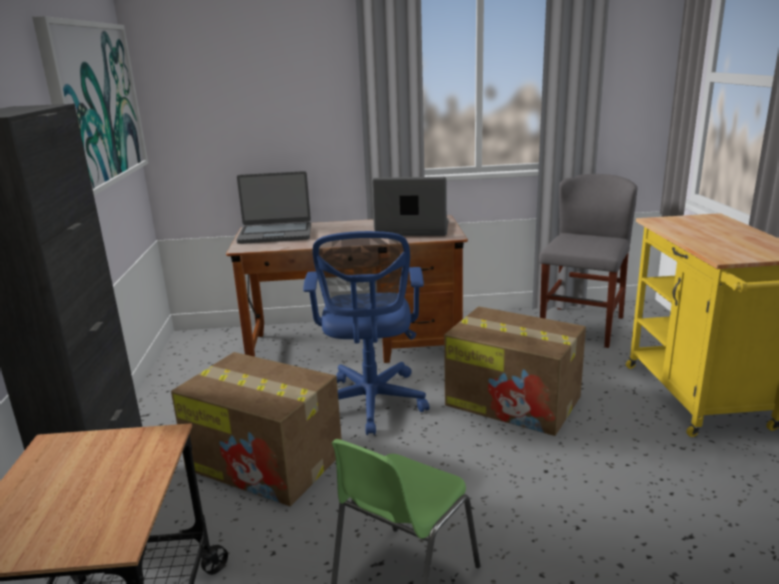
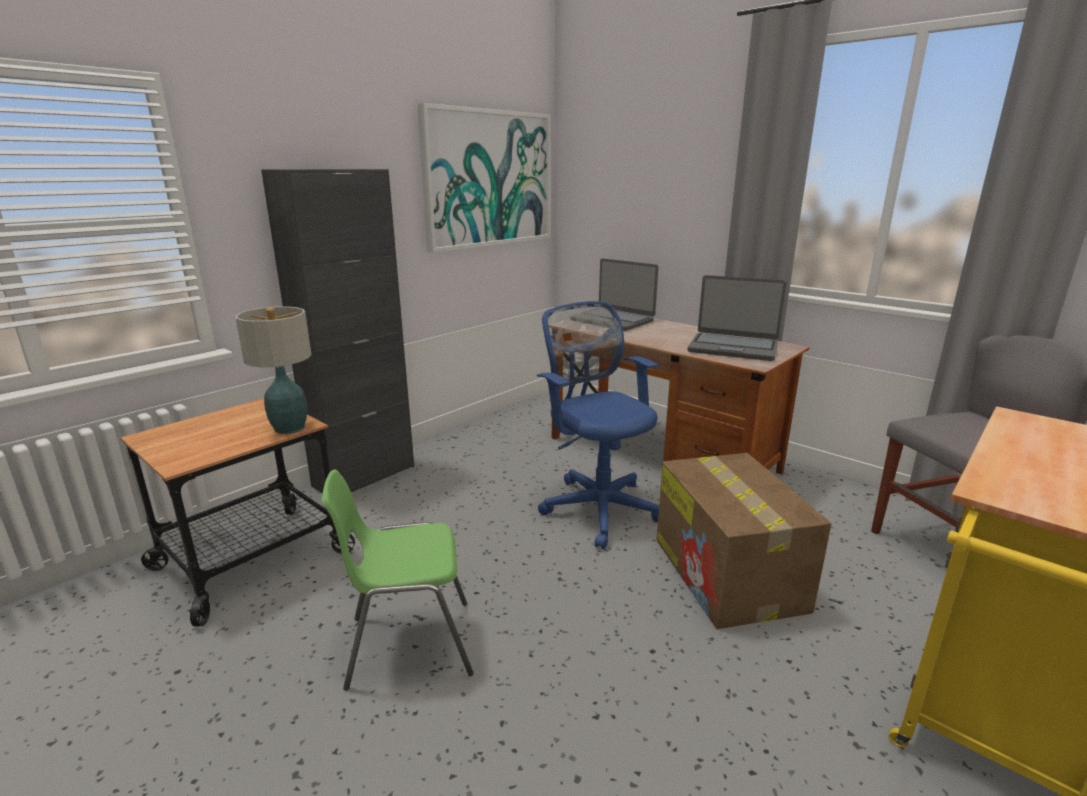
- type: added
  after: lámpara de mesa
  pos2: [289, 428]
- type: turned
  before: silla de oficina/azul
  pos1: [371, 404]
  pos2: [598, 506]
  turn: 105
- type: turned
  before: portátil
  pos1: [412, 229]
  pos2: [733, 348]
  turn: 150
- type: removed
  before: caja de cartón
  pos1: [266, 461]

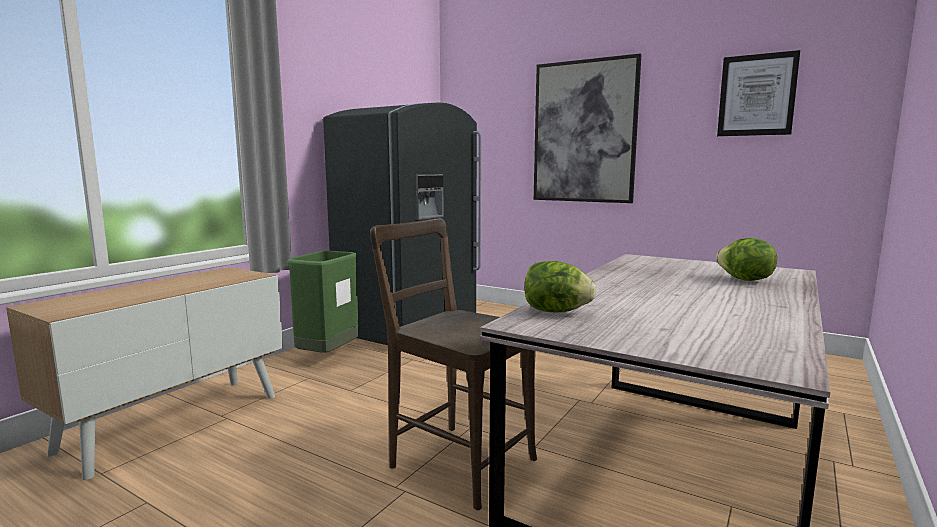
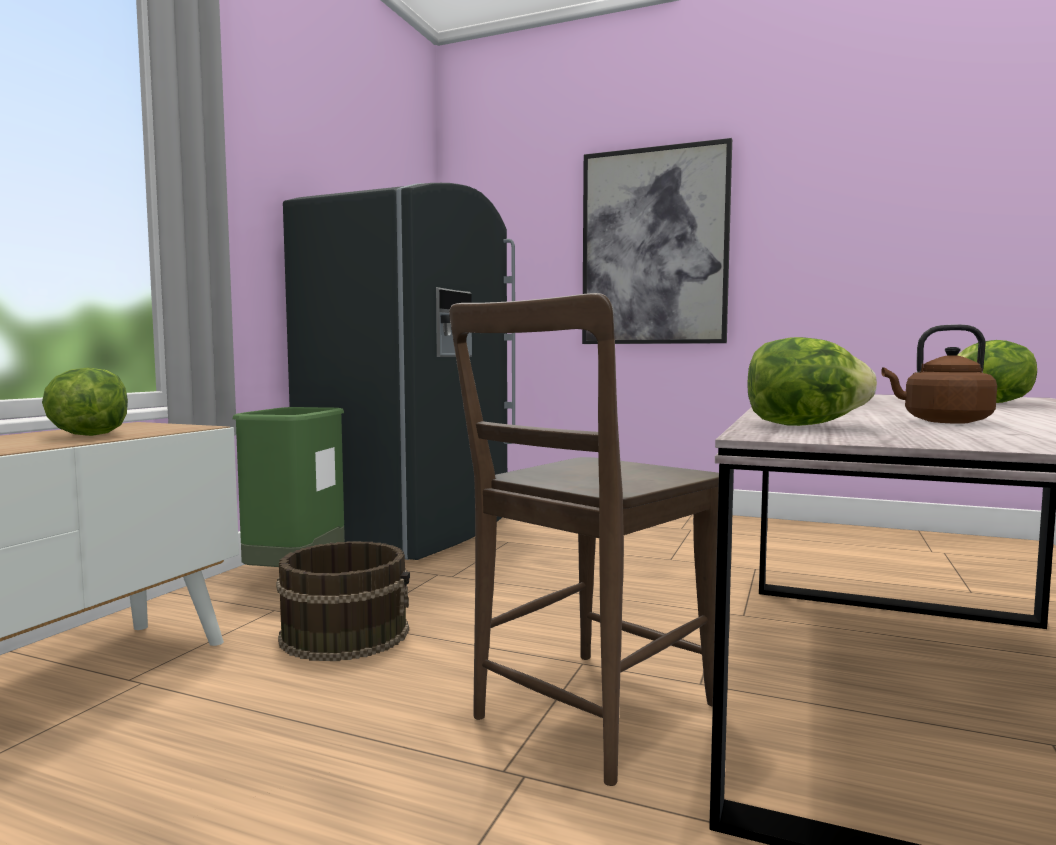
- type: added
  after: lechuga
  pos2: [89, 435]
- type: added
  after: cubo/marrón
  pos2: [345, 633]
- type: turned
  before: silla/marrón
  pos1: [456, 460]
  pos2: [587, 716]
  turn: -75
- type: added
  after: hervidor/marrón
  pos2: [942, 421]
- type: removed
  before: cuadro
  pos1: [757, 95]

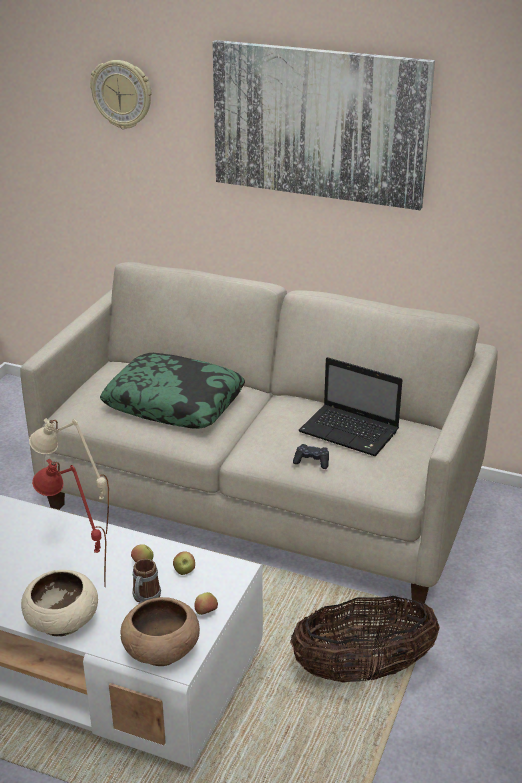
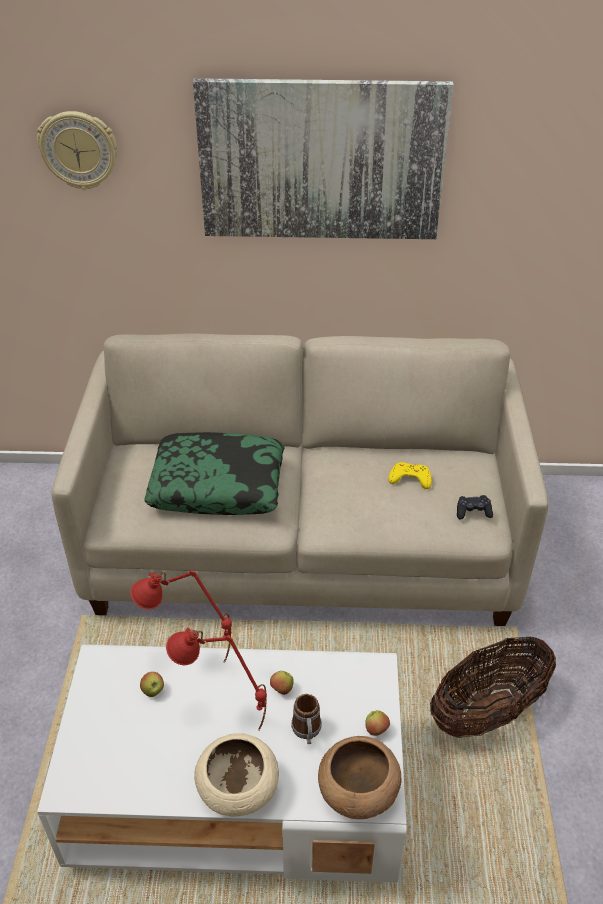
- type: recoloured
  before: lámpara de mesa/beis
  after: lámpara de mesa/rojo
  pos1: [76, 529]
  pos2: [189, 665]
- type: moved
  before: manzana
  pos1: [184, 572]
  pos2: [153, 691]
- type: replaced
  before: portátil
  after: mando de consola/amarillo
  pos1: [351, 432]
  pos2: [410, 478]
- type: moved
  before: mando de consola/negro
  pos1: [312, 461]
  pos2: [473, 511]

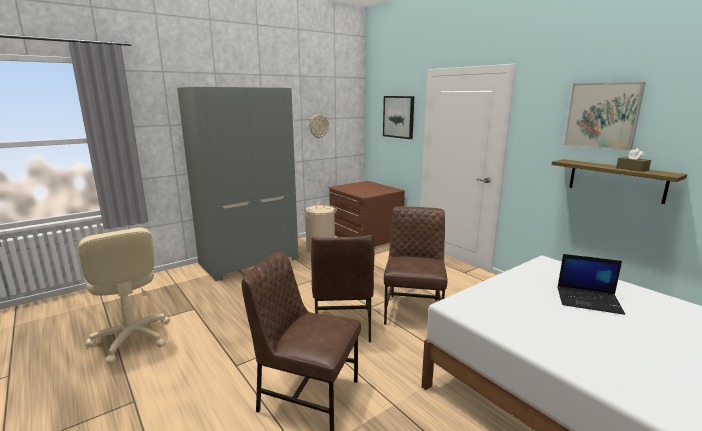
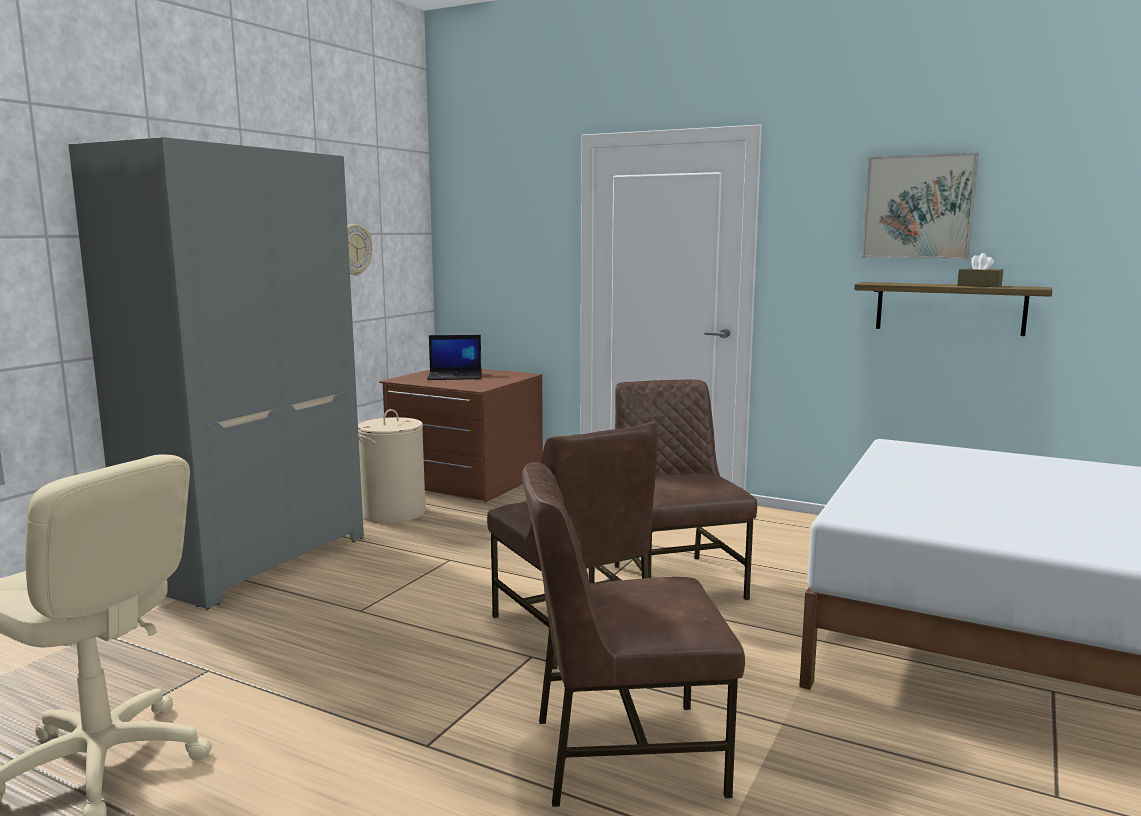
- type: moved
  before: portátil
  pos1: [589, 300]
  pos2: [455, 376]
- type: removed
  before: cuadro
  pos1: [398, 117]

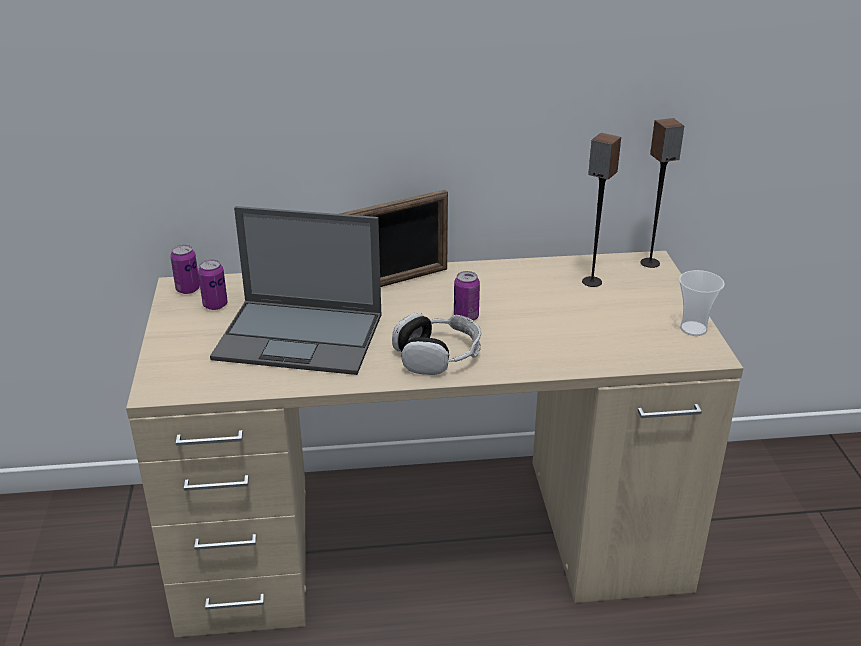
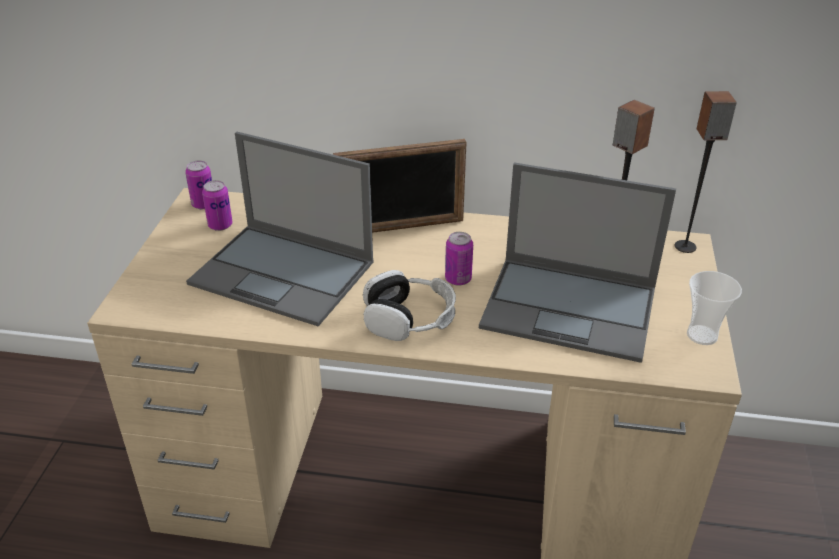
- type: added
  after: portátil
  pos2: [571, 308]

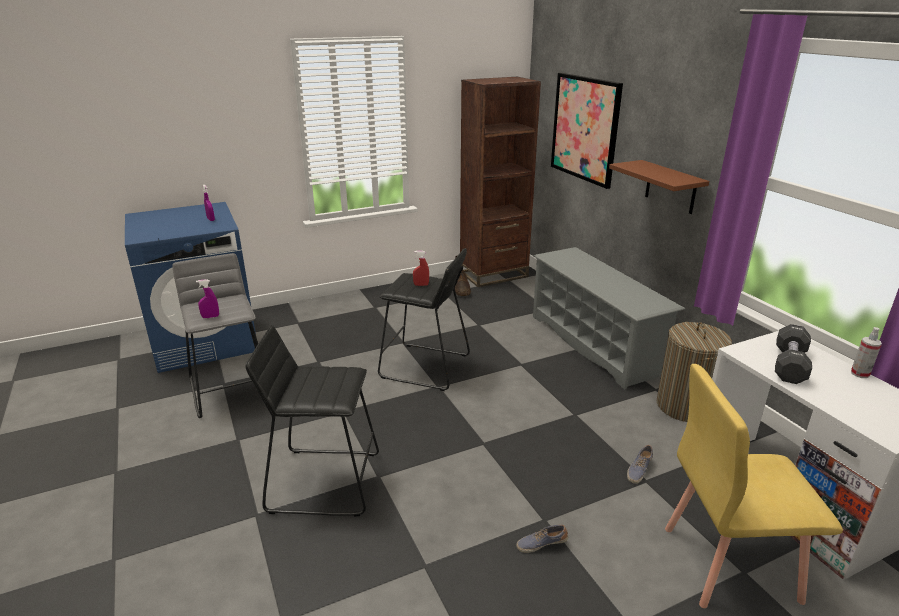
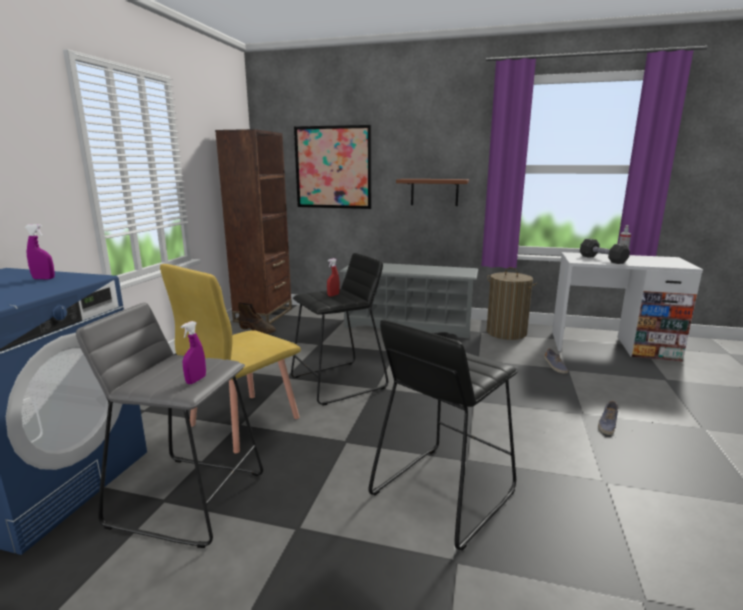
- type: moved
  before: silla/amarillo
  pos1: [728, 562]
  pos2: [243, 421]

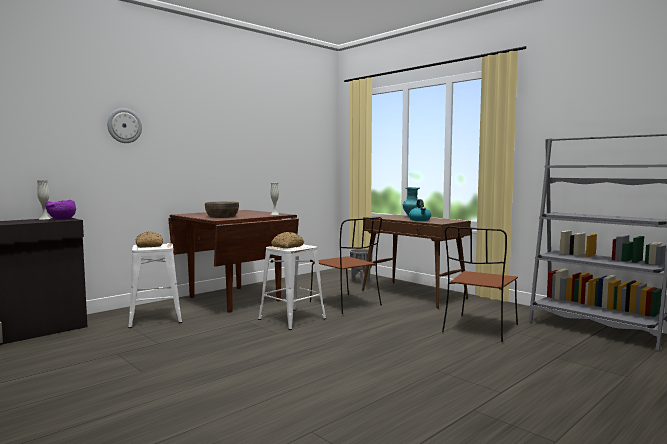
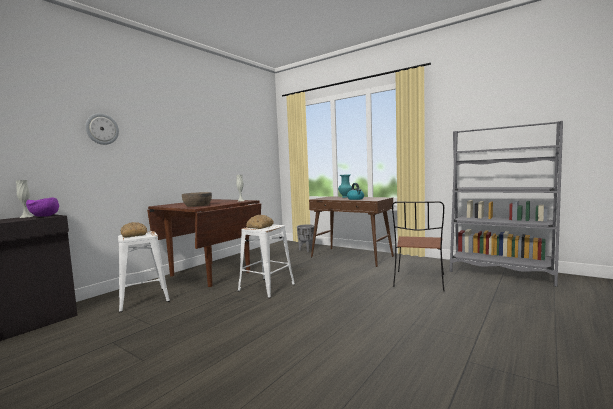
- type: removed
  before: silla/marrón
  pos1: [346, 304]

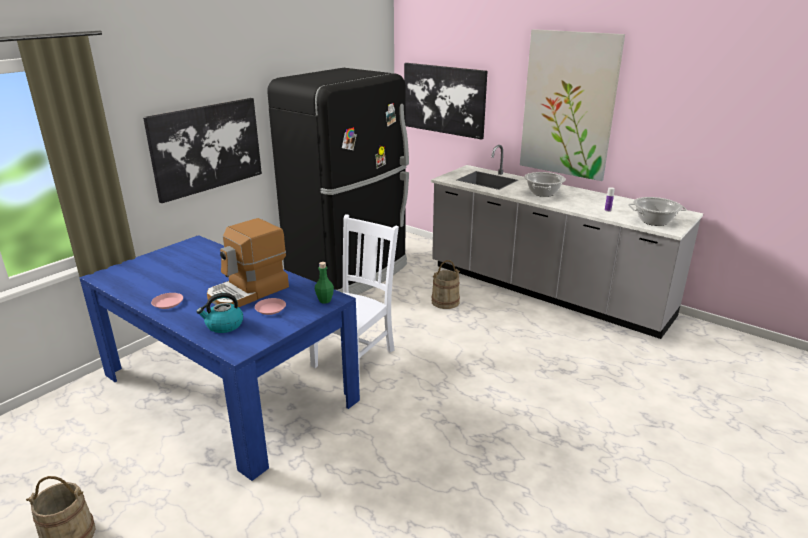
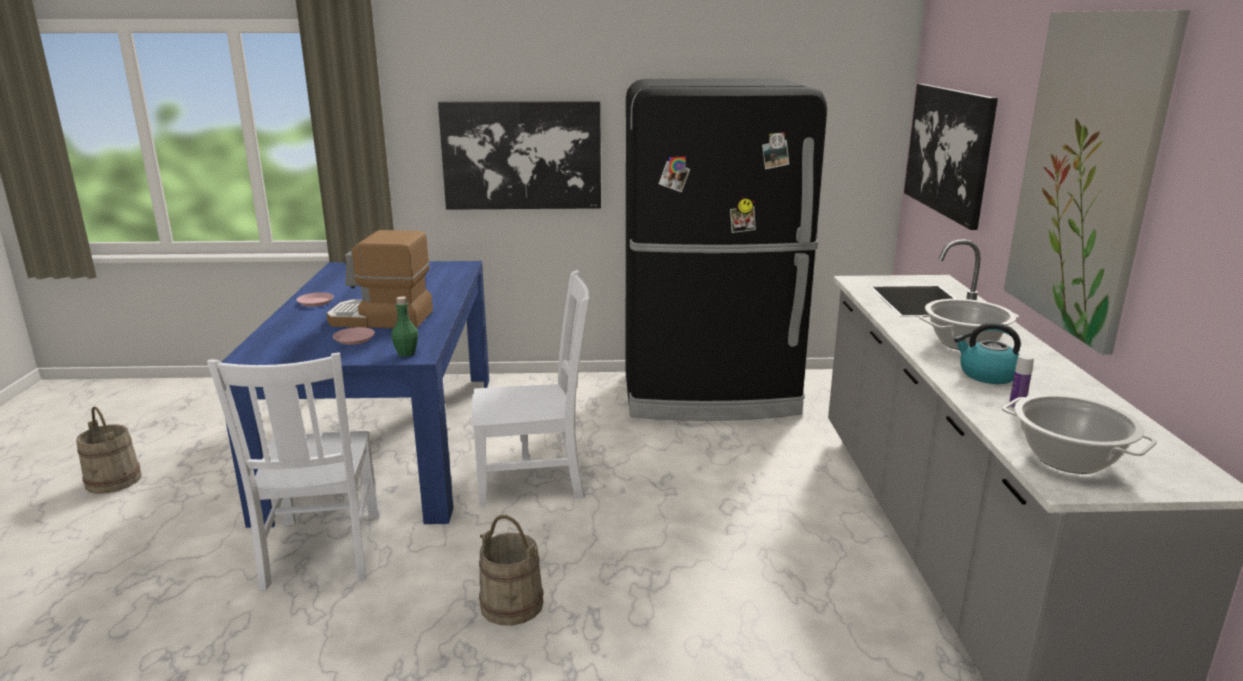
- type: added
  after: silla/blanco
  pos2: [322, 552]
- type: moved
  before: cubo/beis
  pos1: [445, 302]
  pos2: [512, 604]
- type: moved
  before: hervidor
  pos1: [224, 325]
  pos2: [987, 375]

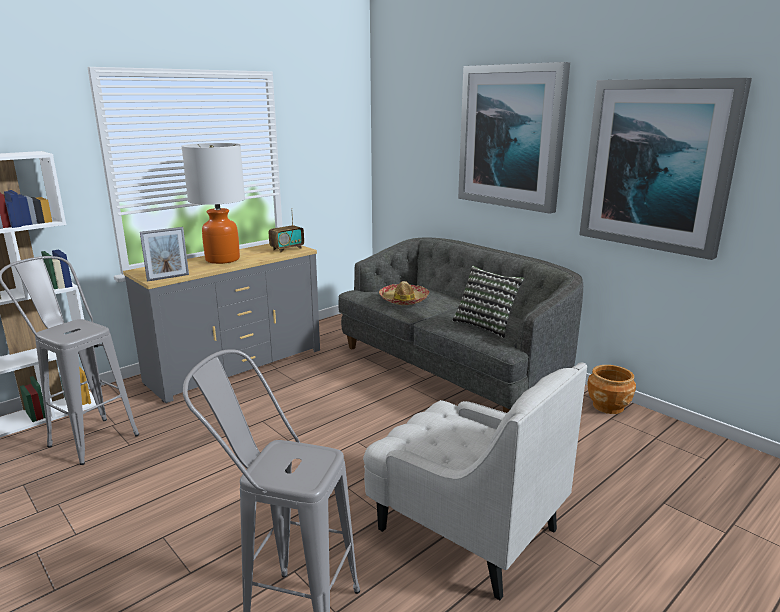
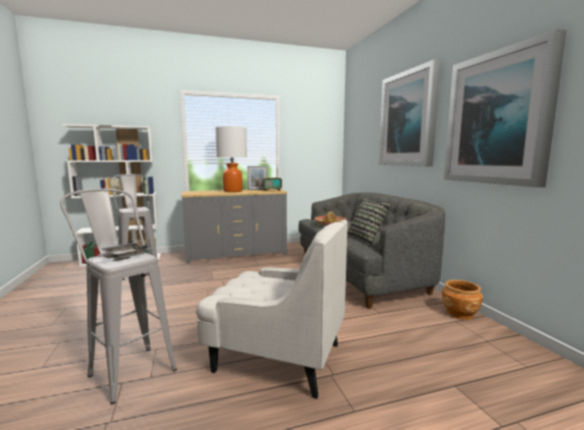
- type: added
  after: bandeja/gris
  pos2: [123, 257]
- type: turned
  before: sillón/blanco
  pos1: [465, 528]
  pos2: [276, 357]
  turn: -45
- type: moved
  before: portarretratos
  pos1: [168, 277]
  pos2: [257, 189]

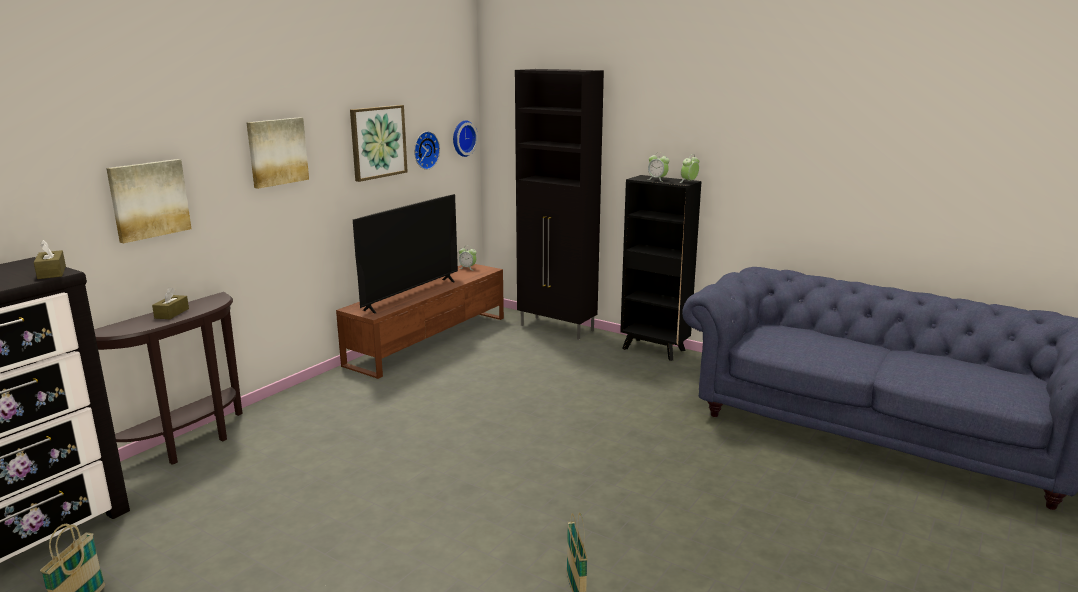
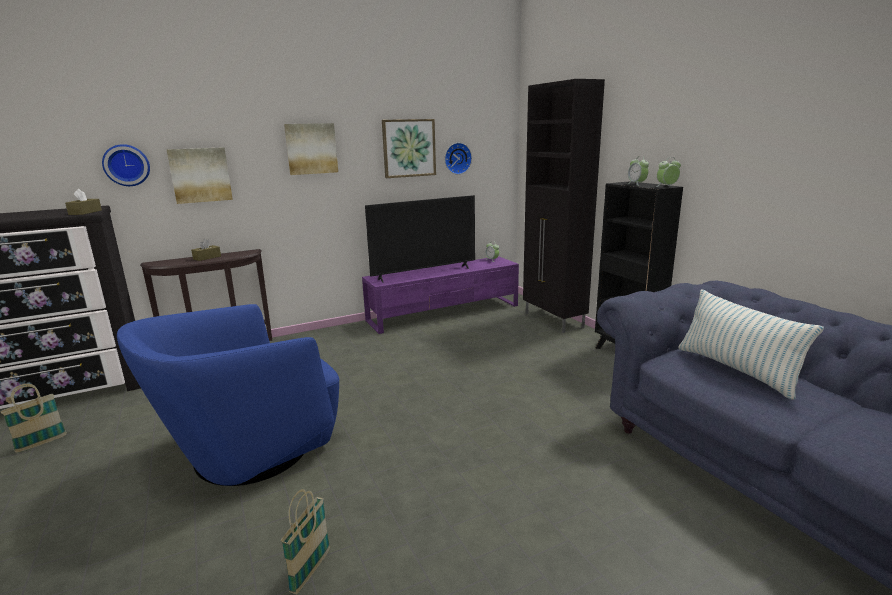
- type: moved
  before: reloj de pared
  pos1: [462, 138]
  pos2: [126, 165]
- type: added
  after: sillón/azul
  pos2: [250, 451]
- type: recoloured
  before: mueble de televisión/marrón
  after: mueble de televisión/morado
  pos1: [429, 340]
  pos2: [444, 313]
- type: added
  after: cojín
  pos2: [736, 370]

